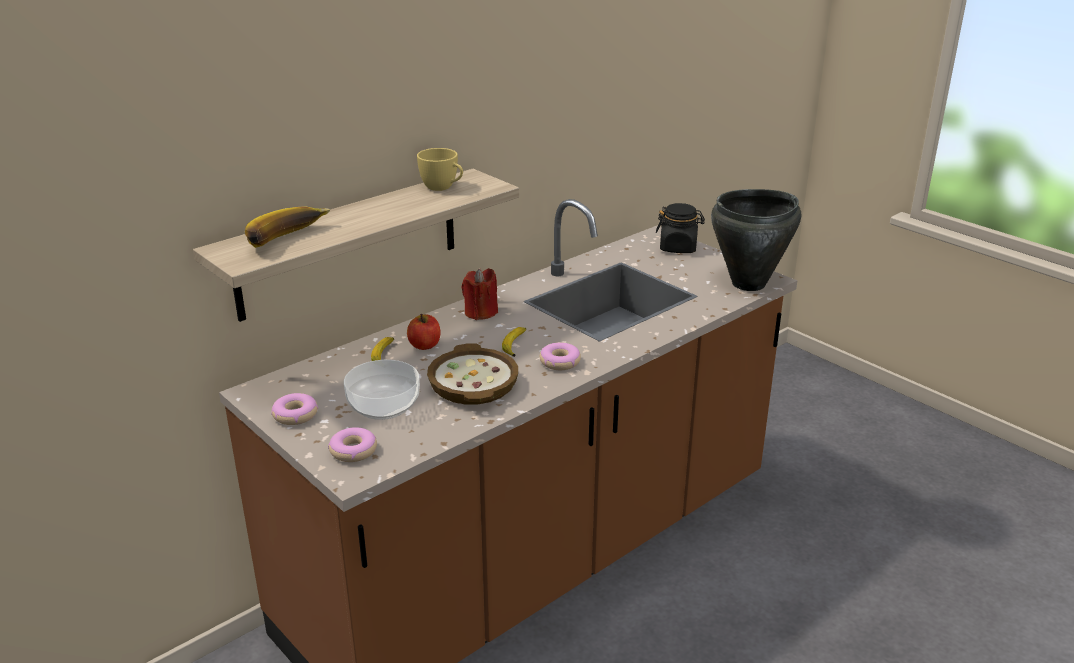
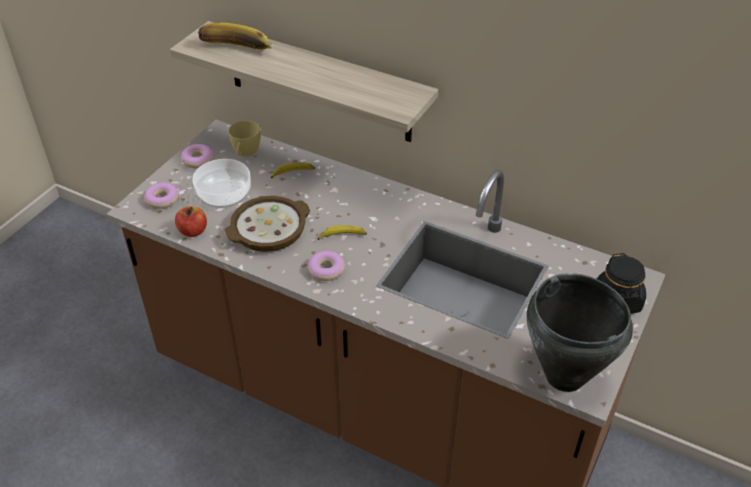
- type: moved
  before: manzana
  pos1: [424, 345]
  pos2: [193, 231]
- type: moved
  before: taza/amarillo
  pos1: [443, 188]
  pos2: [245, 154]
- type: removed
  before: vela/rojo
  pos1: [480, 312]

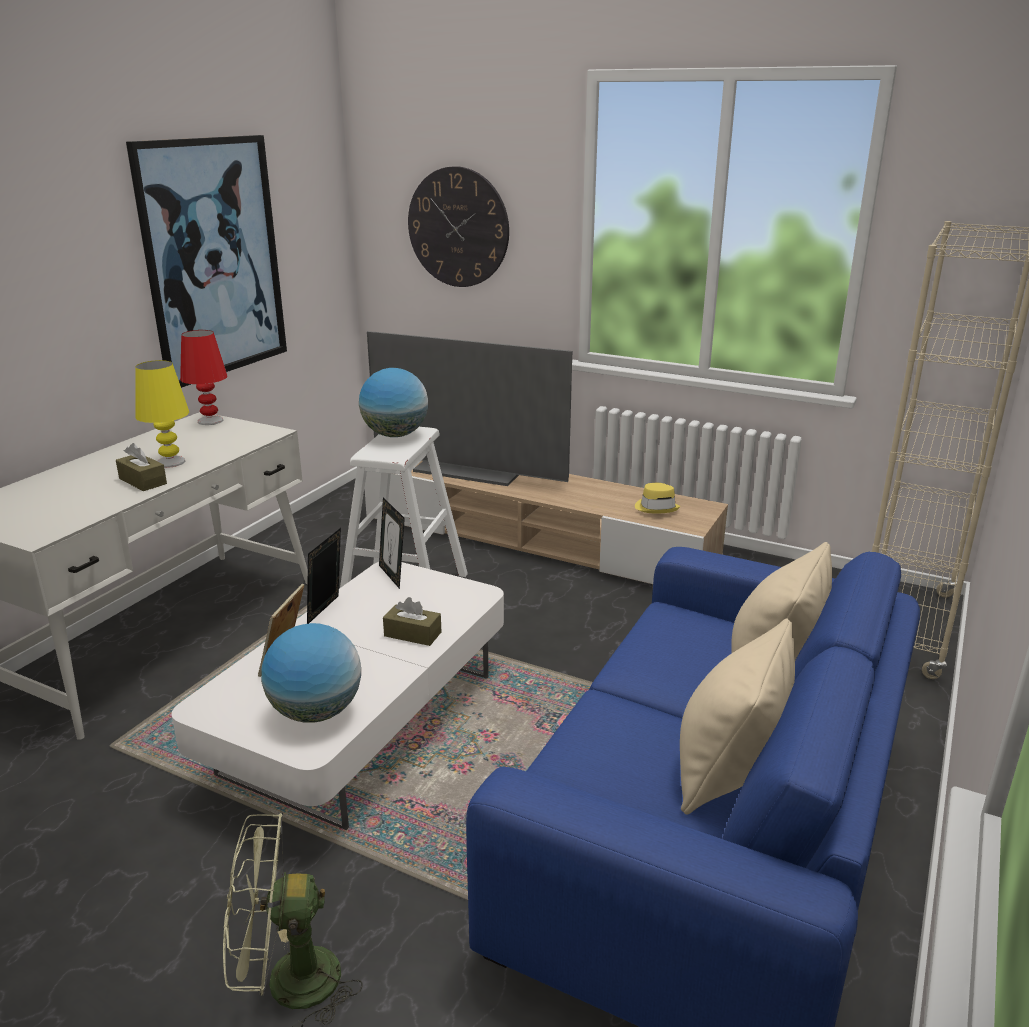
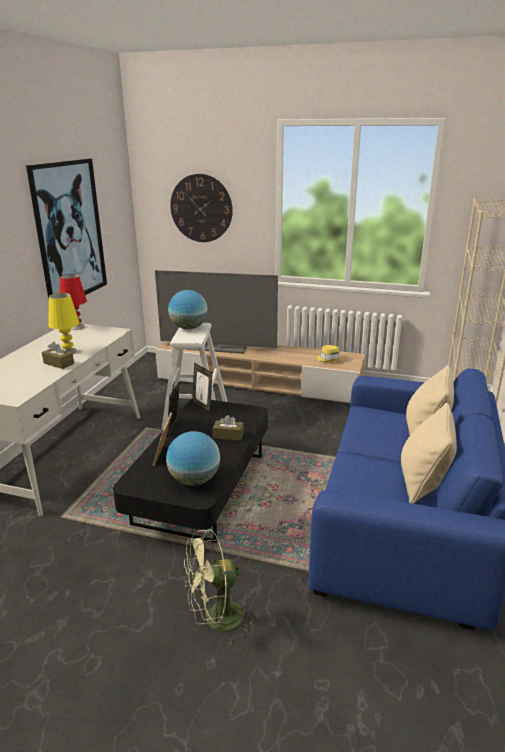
- type: recoloured
  before: mesa de centro/blanco
  after: mesa de centro/negro
  pos1: [362, 723]
  pos2: [201, 488]

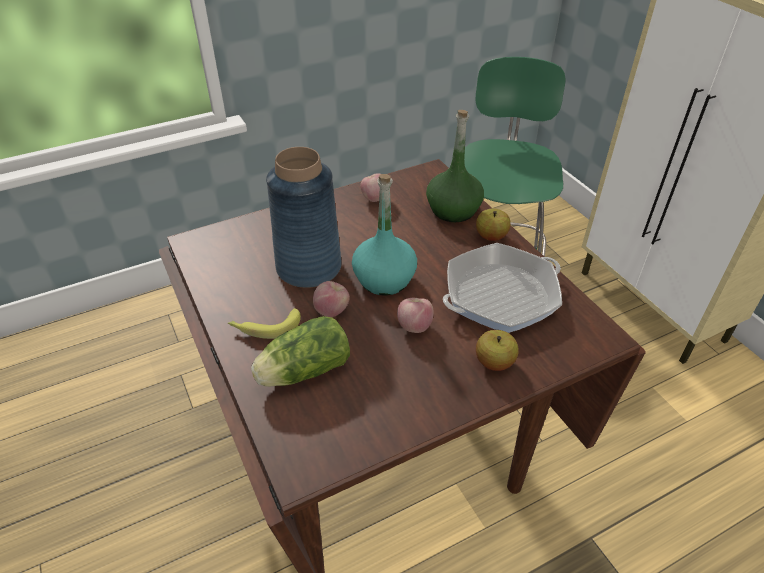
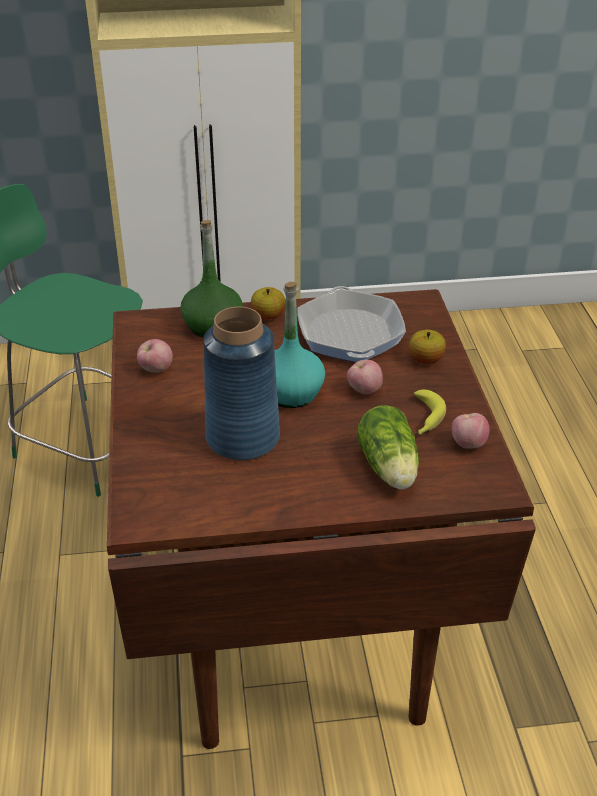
- type: moved
  before: plátano
  pos1: [265, 327]
  pos2: [425, 419]
- type: moved
  before: manzana
  pos1: [332, 311]
  pos2: [468, 444]

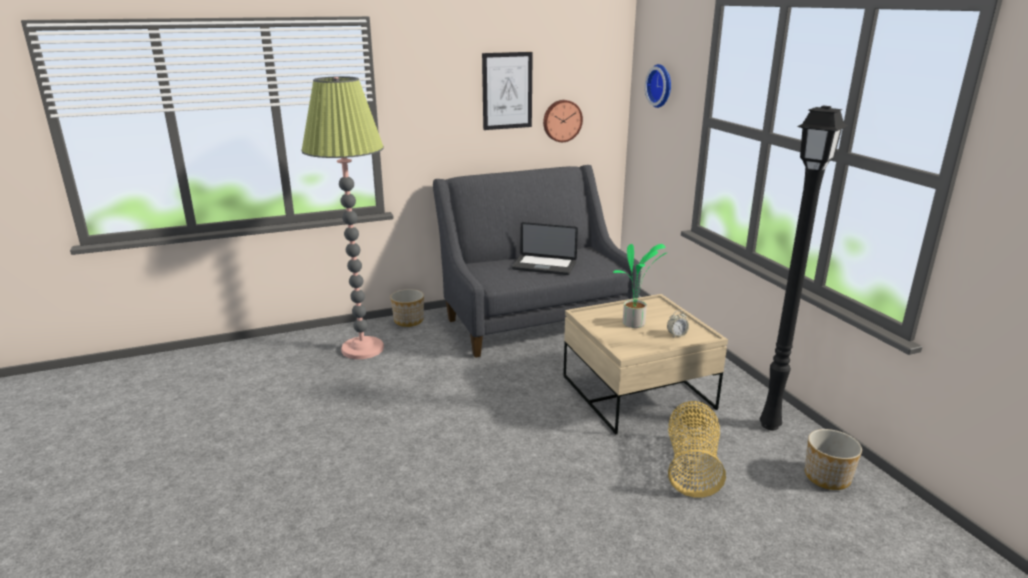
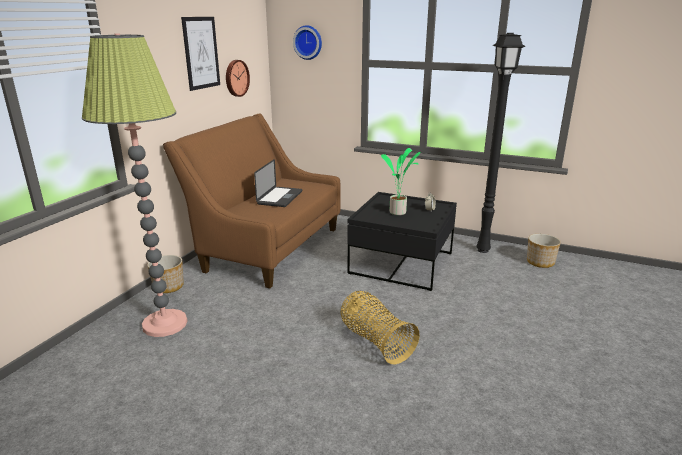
- type: recoloured
  before: sofá/gris
  after: sofá/marrón
  pos1: [534, 320]
  pos2: [267, 247]
- type: turned
  before: portátil
  pos1: [544, 266]
  pos2: [280, 197]
  turn: -45
- type: moved
  before: cesta
  pos1: [692, 465]
  pos2: [375, 341]
- type: recoloured
  before: mesa de centro/beis
  after: mesa de centro/negro
  pos1: [637, 392]
  pos2: [401, 263]

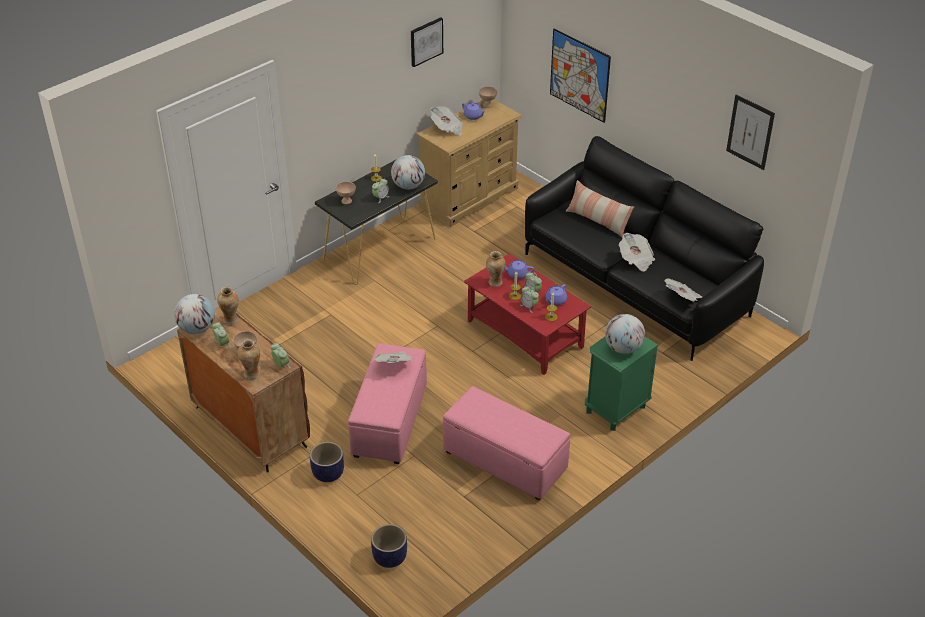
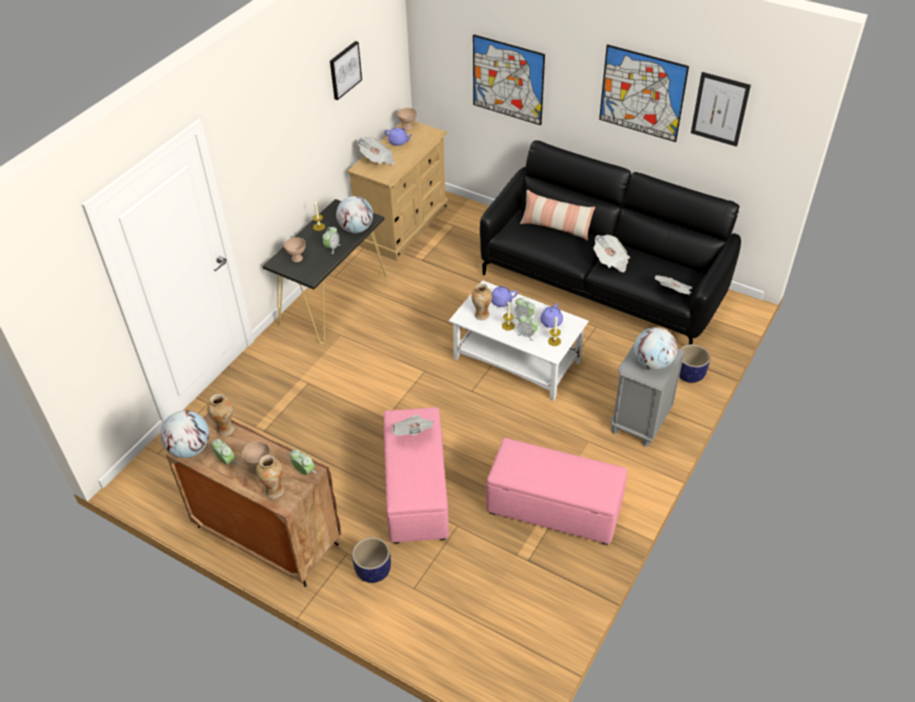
- type: recoloured
  before: mesa de centro/rojo
  after: mesa de centro/blanco
  pos1: [526, 334]
  pos2: [518, 360]
- type: added
  after: cuadro
  pos2: [642, 93]
- type: recoloured
  before: mesita de noche/verde
  after: mesita de noche/gris
  pos1: [616, 409]
  pos2: [640, 422]
- type: moved
  before: maceta
  pos1: [390, 557]
  pos2: [690, 374]

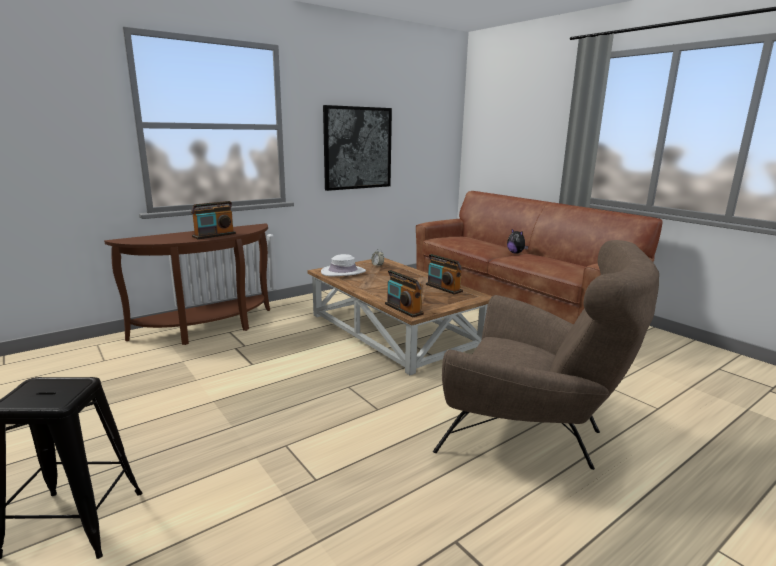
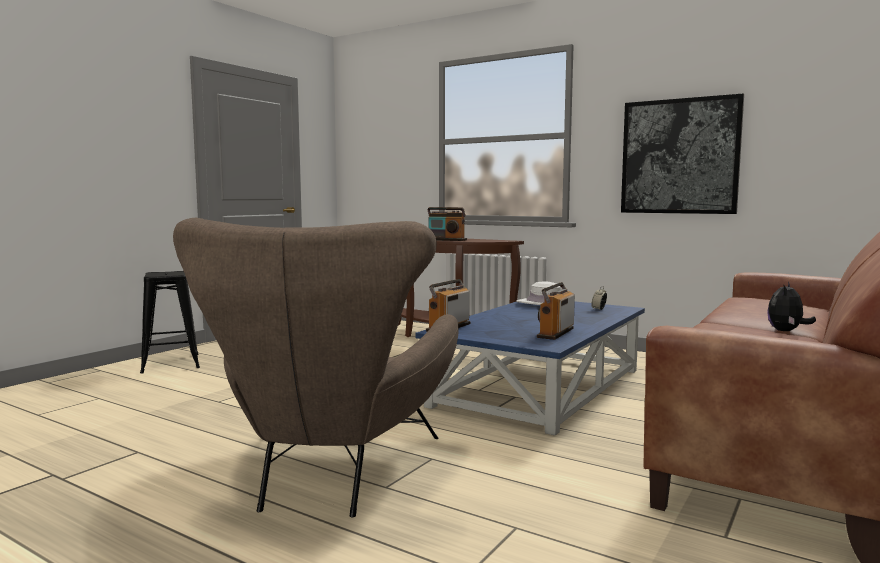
- type: recoloured
  before: mesa de centro/marrón
  after: mesa de centro/azul
  pos1: [395, 330]
  pos2: [540, 388]

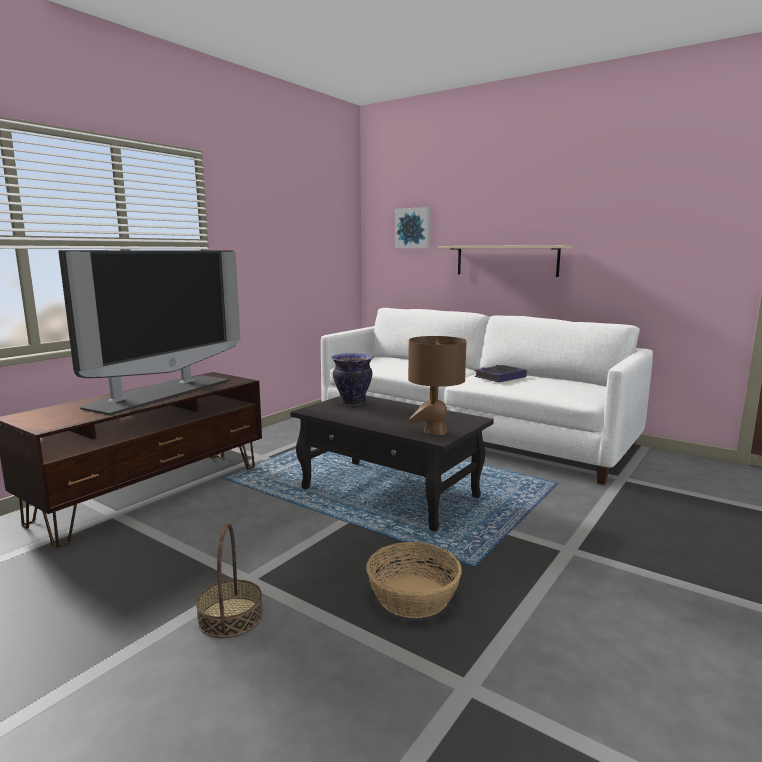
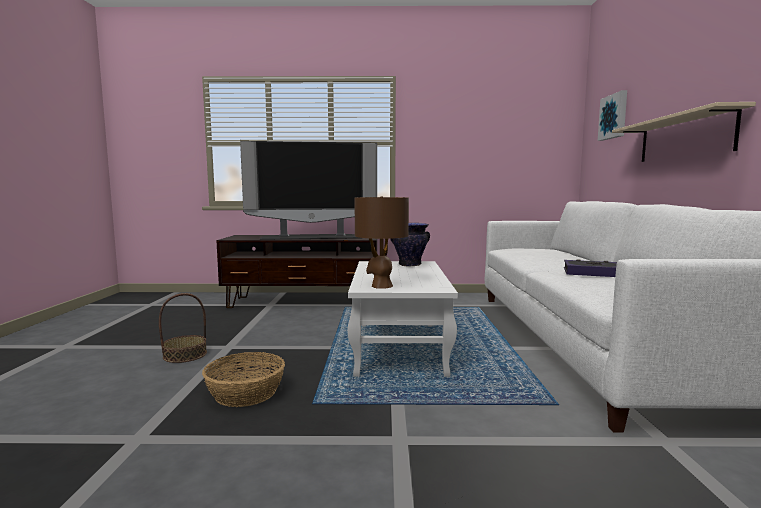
- type: recoloured
  before: mesa de centro/negro
  after: mesa de centro/blanco
  pos1: [390, 493]
  pos2: [399, 347]

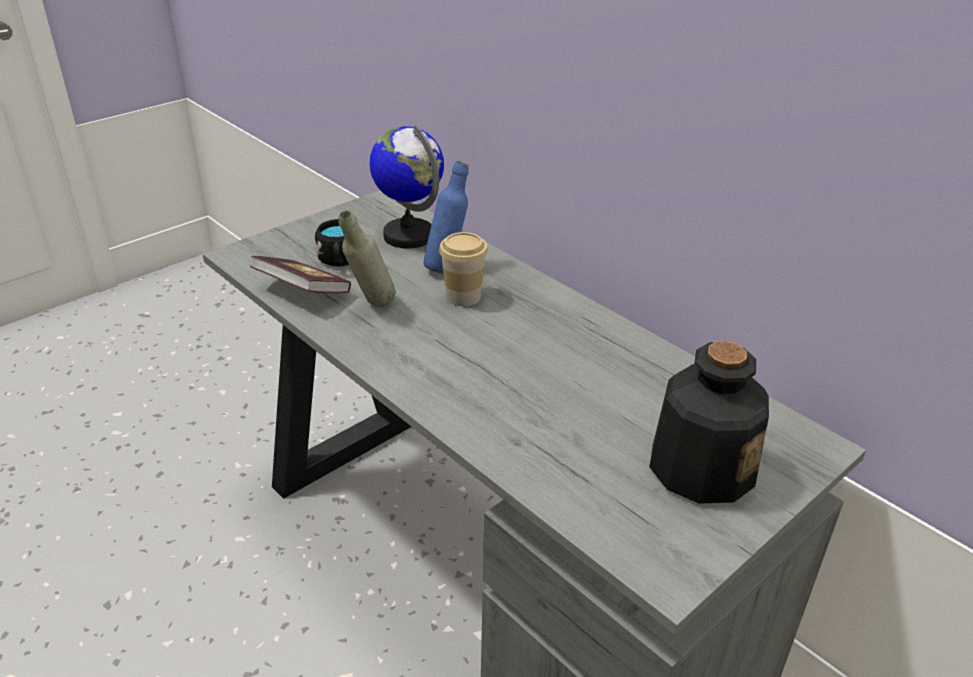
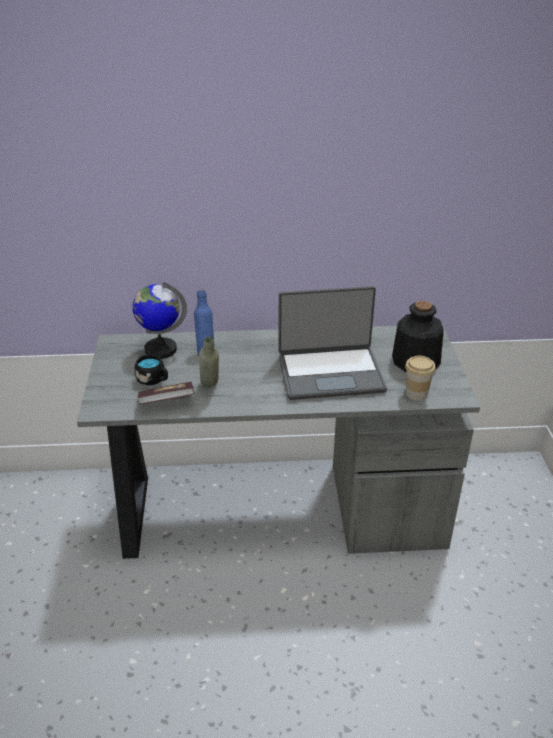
- type: added
  after: portátil
  pos2: [330, 373]
- type: moved
  before: taza
  pos1: [463, 296]
  pos2: [416, 394]

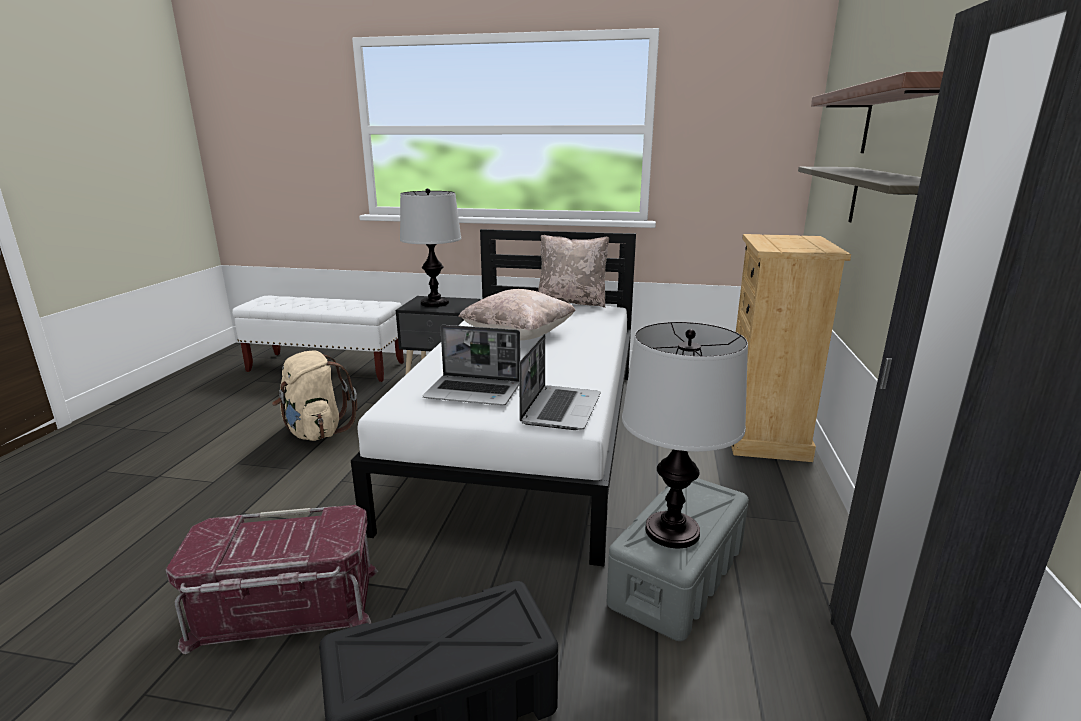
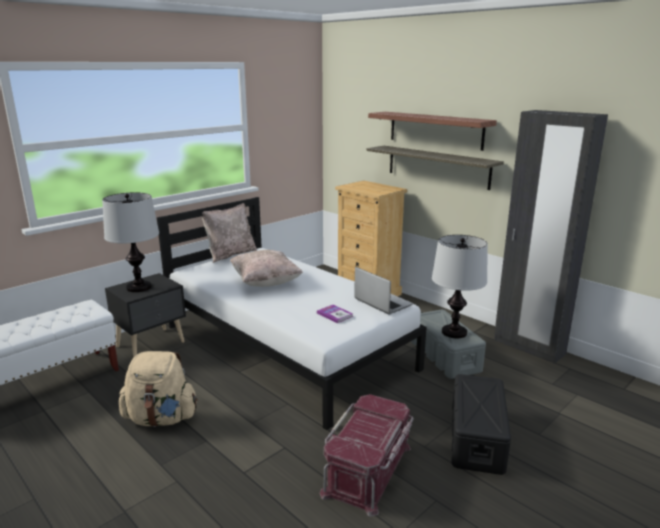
- type: replaced
  before: portátil
  after: libro
  pos1: [474, 392]
  pos2: [335, 314]

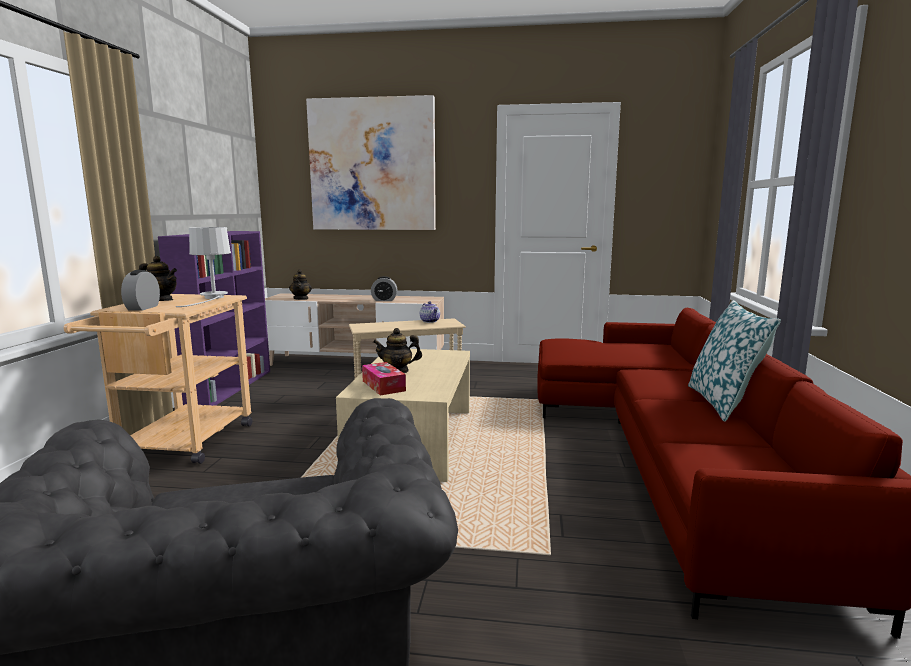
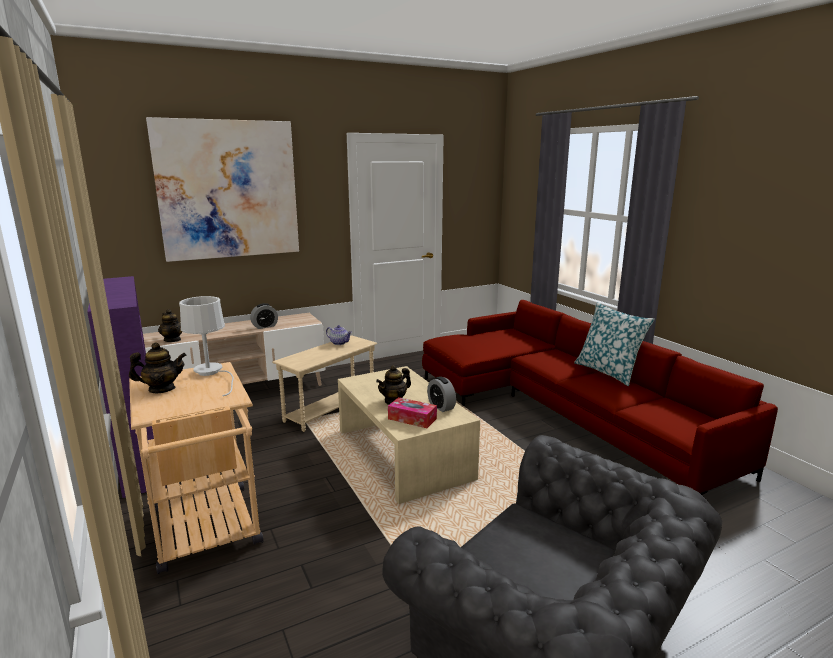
- type: moved
  before: despertador
  pos1: [143, 308]
  pos2: [441, 406]

